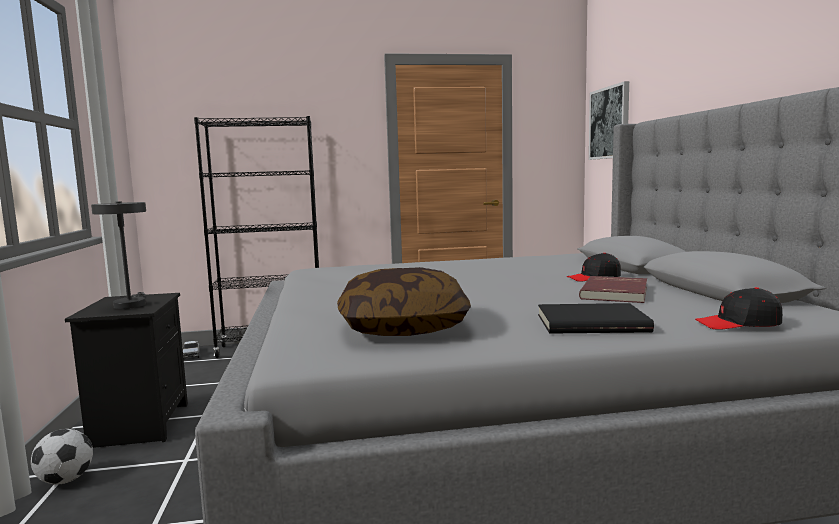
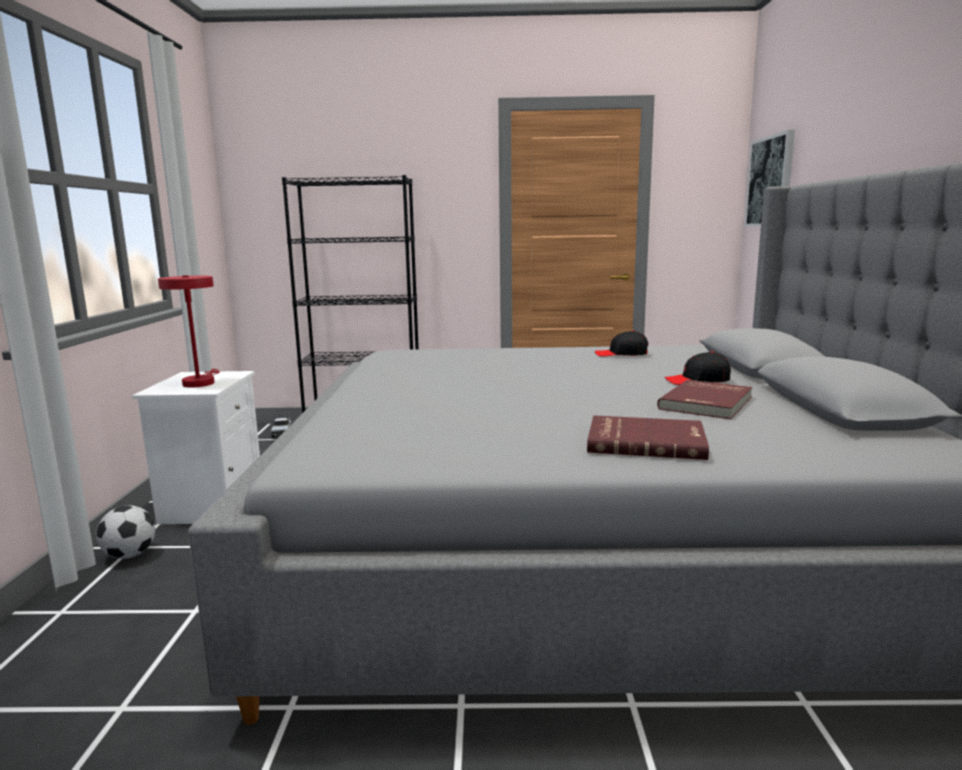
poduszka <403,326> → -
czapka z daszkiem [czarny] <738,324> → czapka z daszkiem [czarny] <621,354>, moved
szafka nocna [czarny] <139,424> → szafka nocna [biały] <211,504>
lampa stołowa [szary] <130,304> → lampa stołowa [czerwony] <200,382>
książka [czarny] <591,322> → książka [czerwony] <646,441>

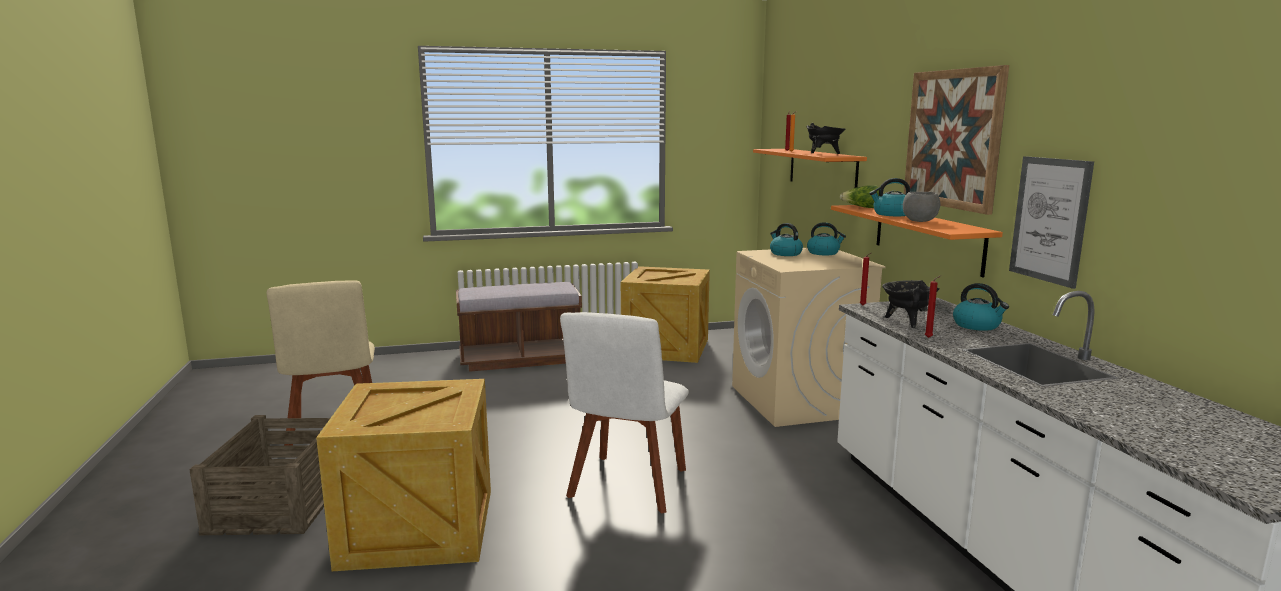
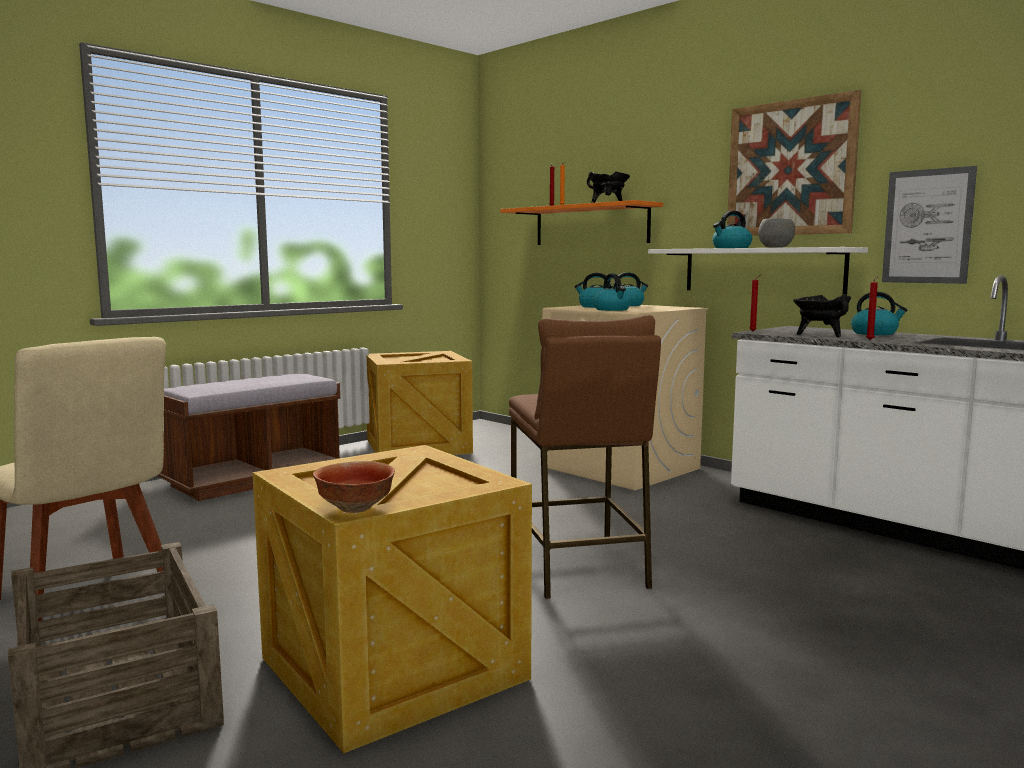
sałata <861,207> → -
- → miska <357,508>
- → czajnik <612,309>
krzesło [biały] <627,486> → stołek [brązowy] <577,567>
półka [pomarańczowy] <927,237> → półka [biały] <762,270>

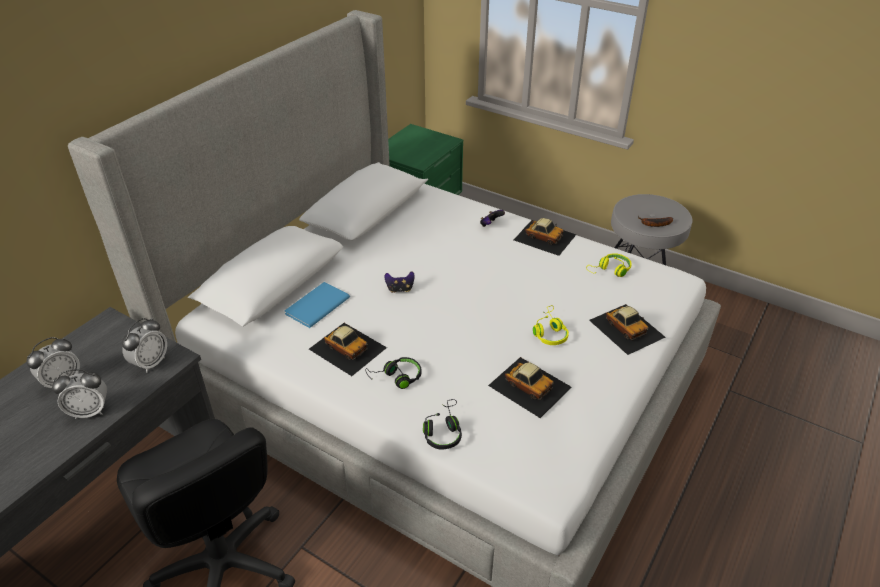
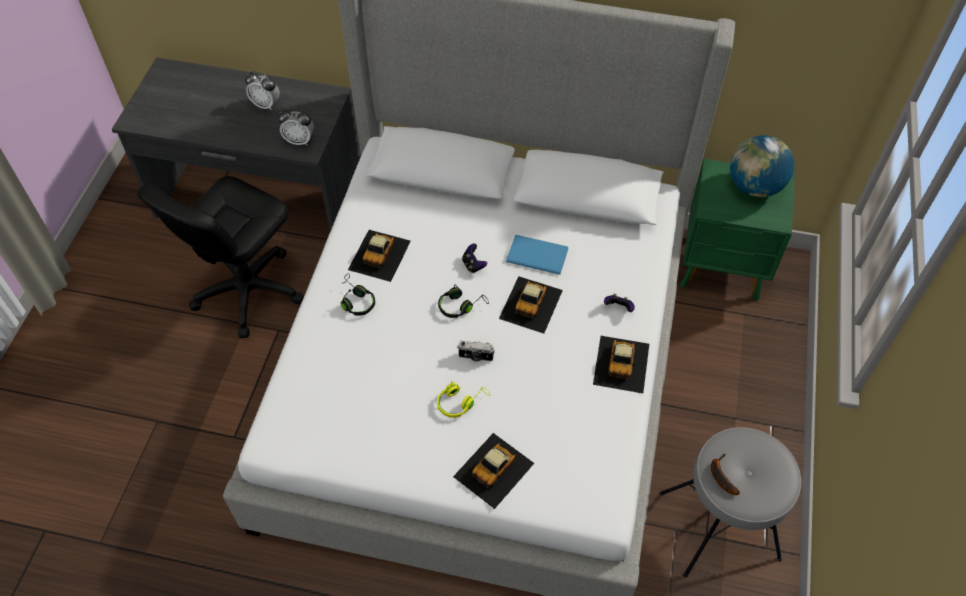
budzik <90,411> → -
słuchawki [żółty] <610,270> → -
- → aparat fotograficzny <475,357>
- → globus <754,187>
książka [niebieski] <315,306> → książka [niebieski] <536,254>, moved
słuchawki [czarny] <443,431> → słuchawki [czarny] <461,305>, moved
samochodzik <529,385> → samochodzik <531,304>, moved

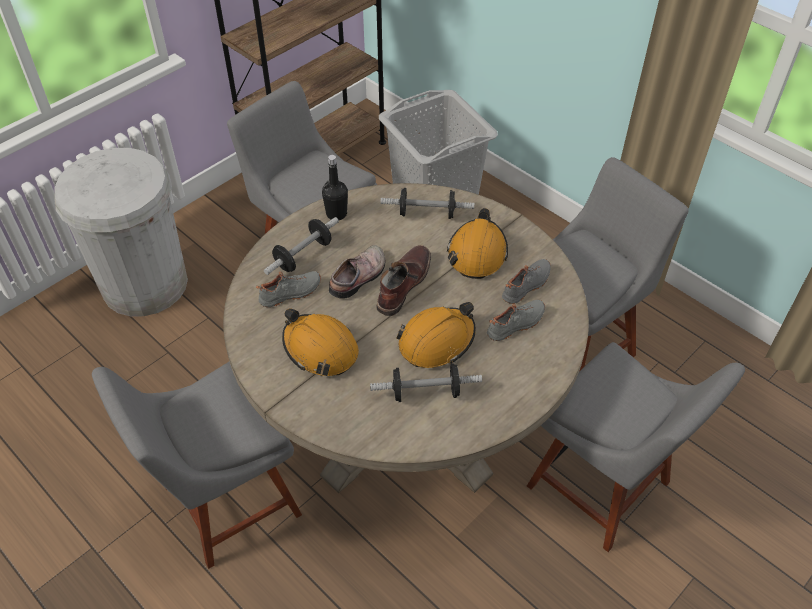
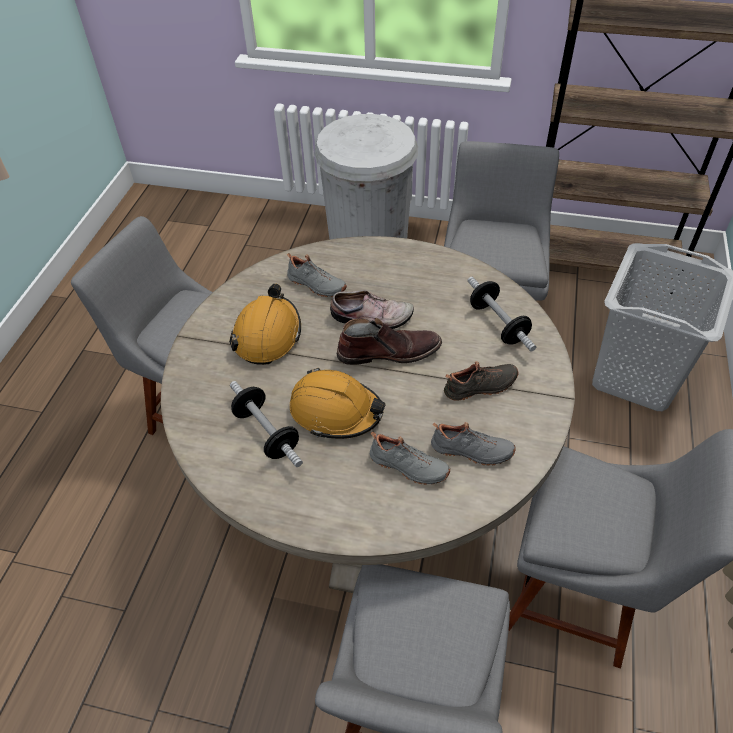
hantel <303,255> → -
butelka [czarny] <336,214> → -
kask [pomarańczowy] <477,253> → but [czarny] <481,387>

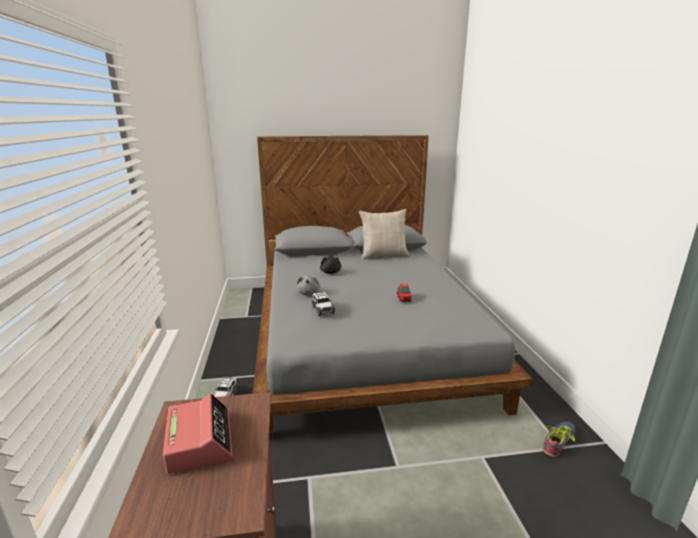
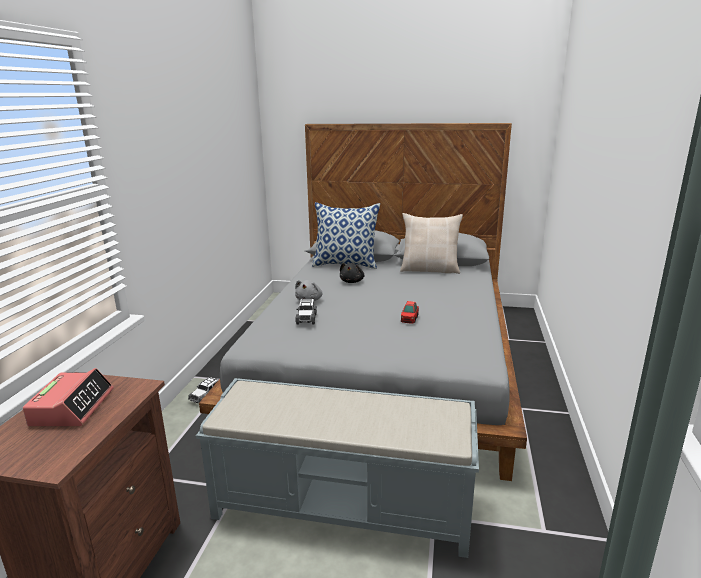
but <558,441> → -
- → ławka [szary] <344,505>
- → poduszka <346,264>

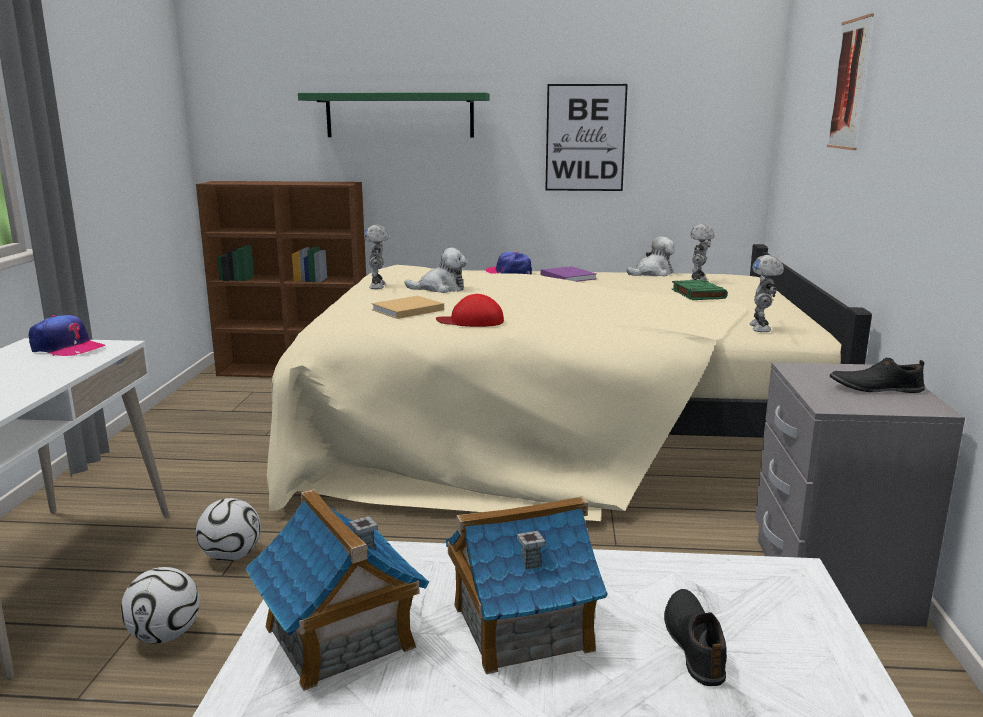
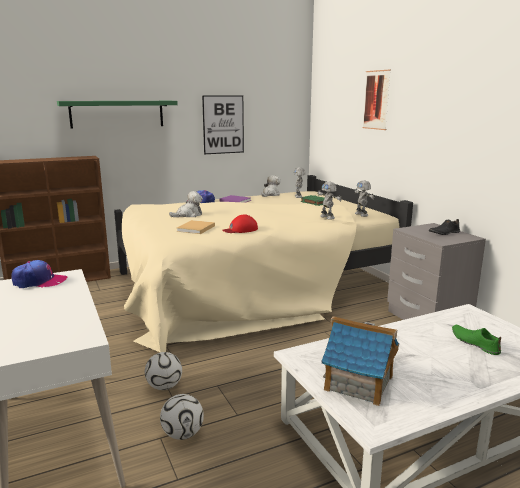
domek <520,627> → -
robot zabawkowy <378,286> → robot zabawkowy <327,217>, moved
but [czarny] <695,643> → but [zielony] <474,343>

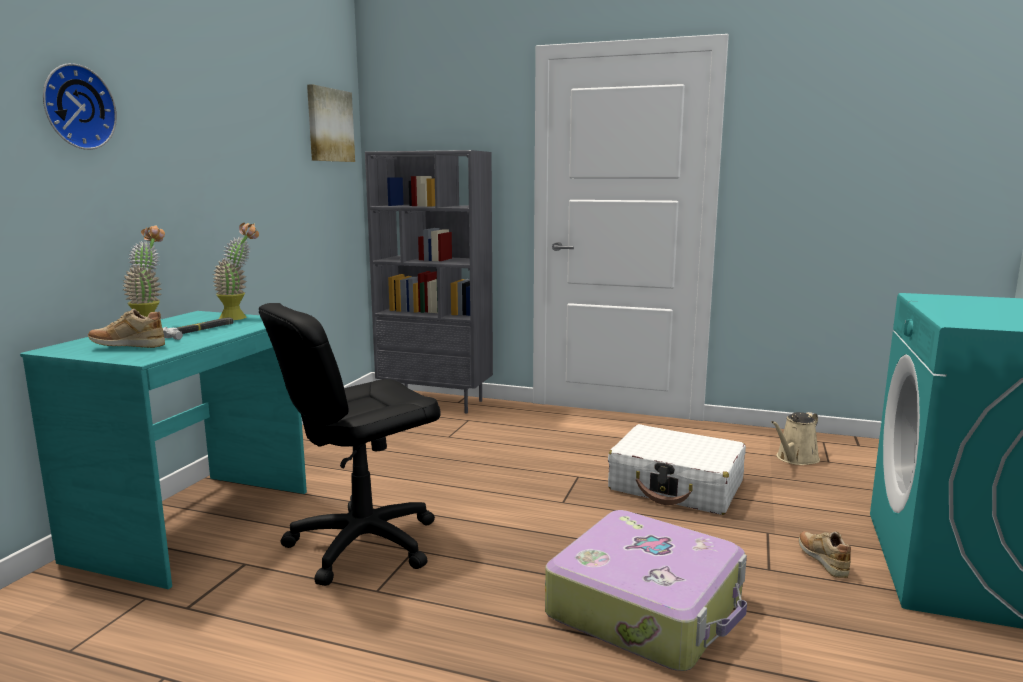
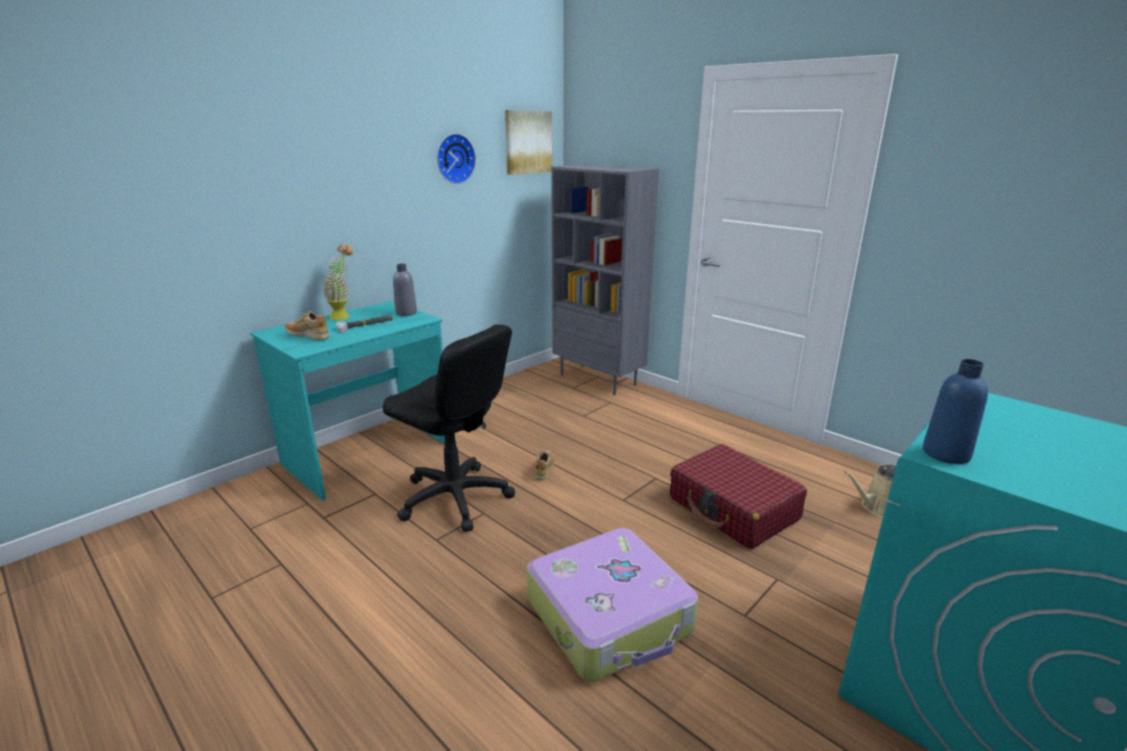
- → butelka [niebieski] <946,454>
zegar ścienny <76,107> → zegar ścienny <454,158>, moved
but [beżowy] <822,561> → but [beżowy] <544,469>, moved
roślina doniczkowa <240,317> → butelka [szary] <406,313>
walizka [biały] <676,486> → walizka [czerwony] <733,509>
krzesło biurowe [czarny] <363,544> → krzesło biurowe [czarny] <454,498>, 135 degrees counterclockwise

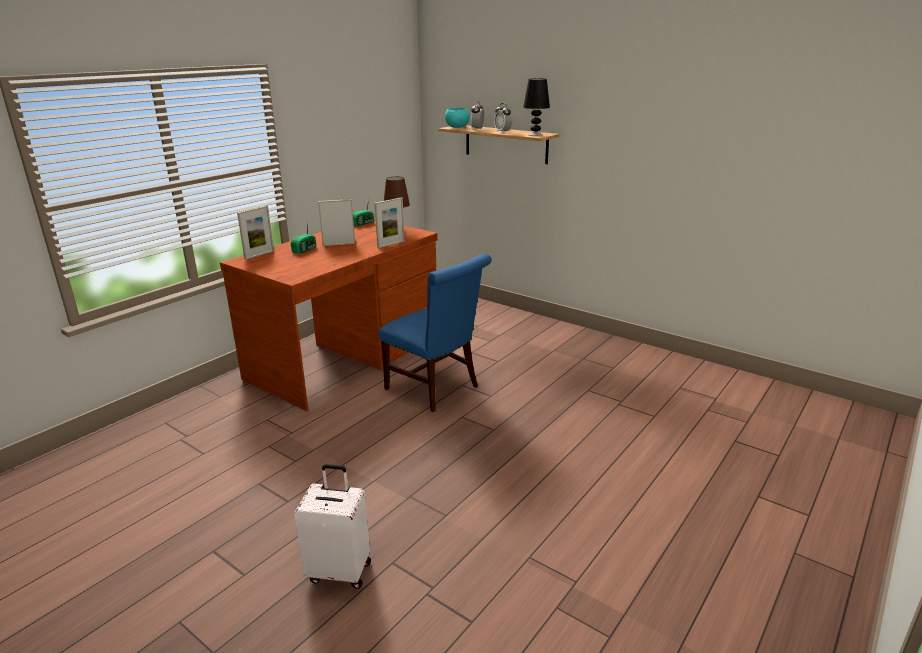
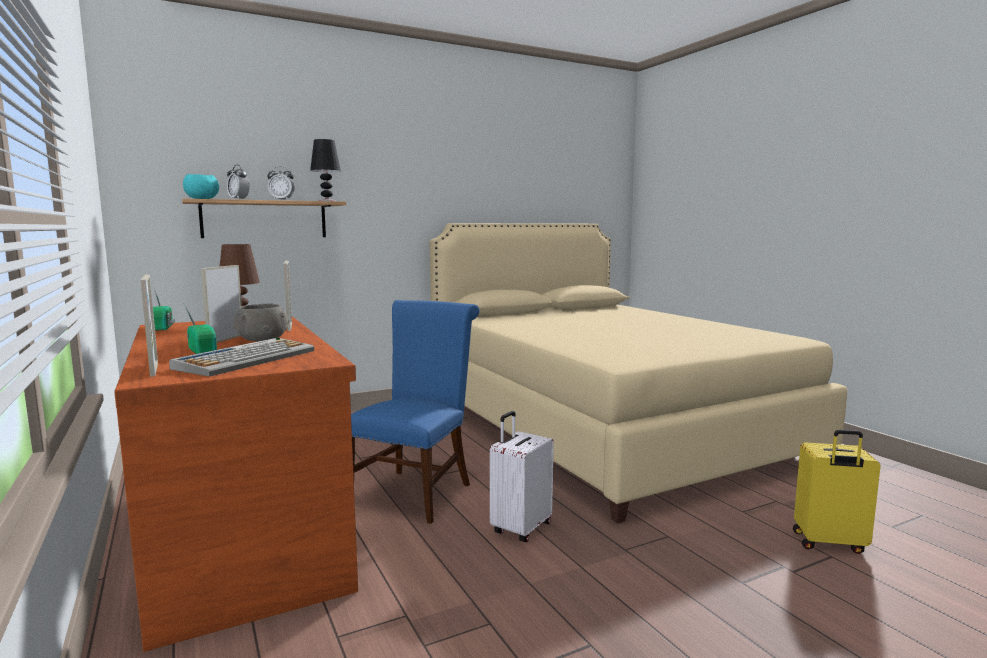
- → klawiatura <247,359>
- → miska [szary] <262,339>
- → łóżko [beżowy] <605,427>
- → walizka [żółty] <829,543>
walizka [biały] <340,571> → walizka [biały] <520,528>, moved
krzesło [niebieski] <436,389> → krzesło [niebieski] <415,491>, 45 degrees counterclockwise

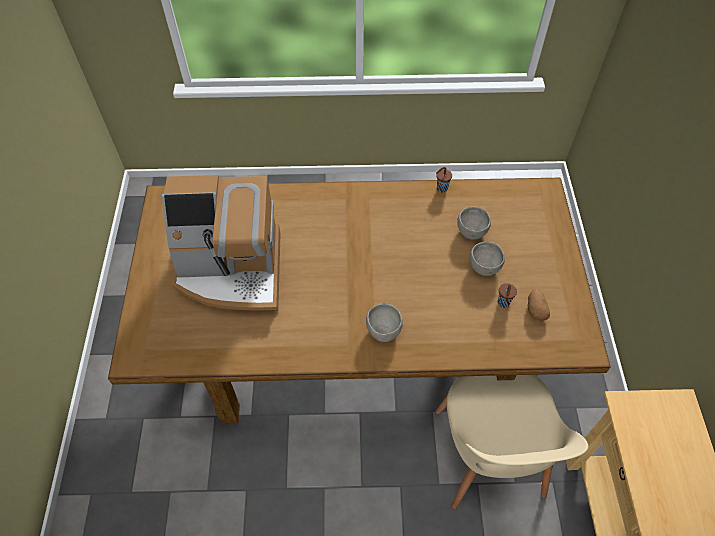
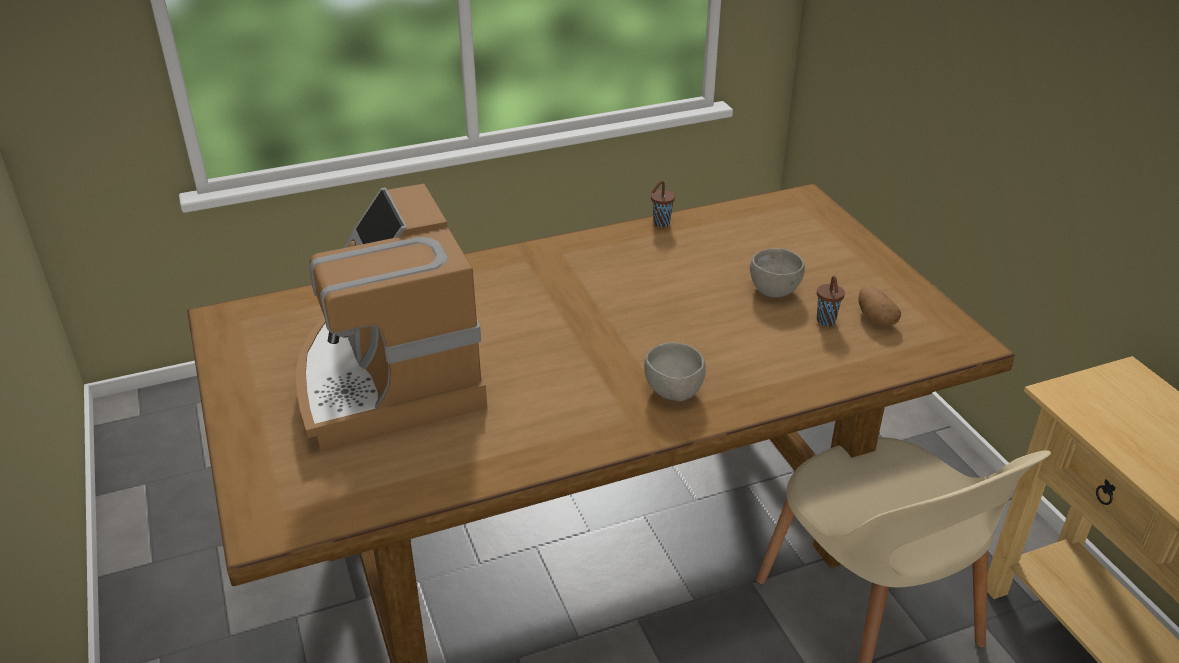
miska [szary] <472,231> → -
ekspres do kawy <231,271> → ekspres do kawy <388,378>, 90 degrees clockwise

